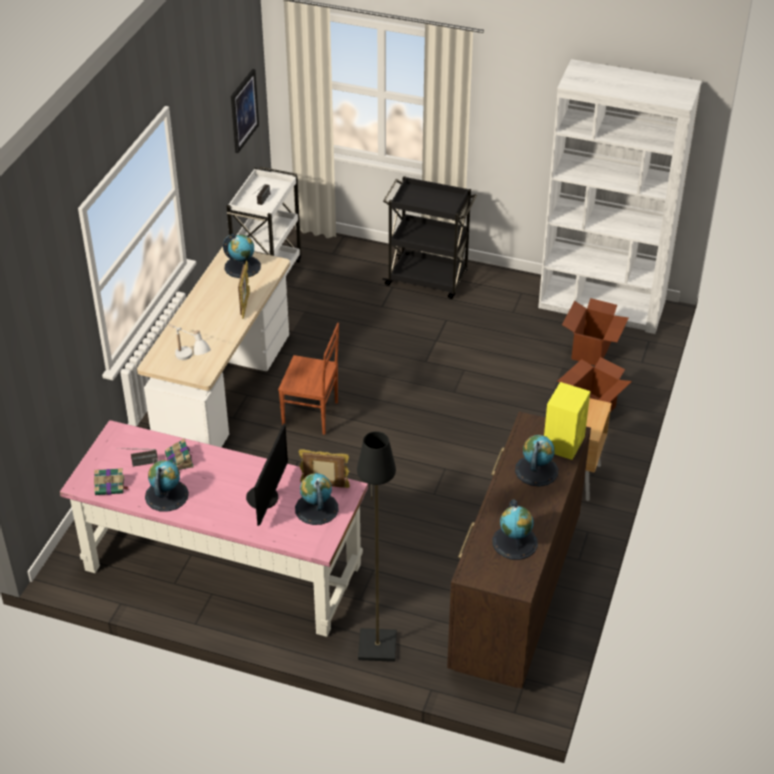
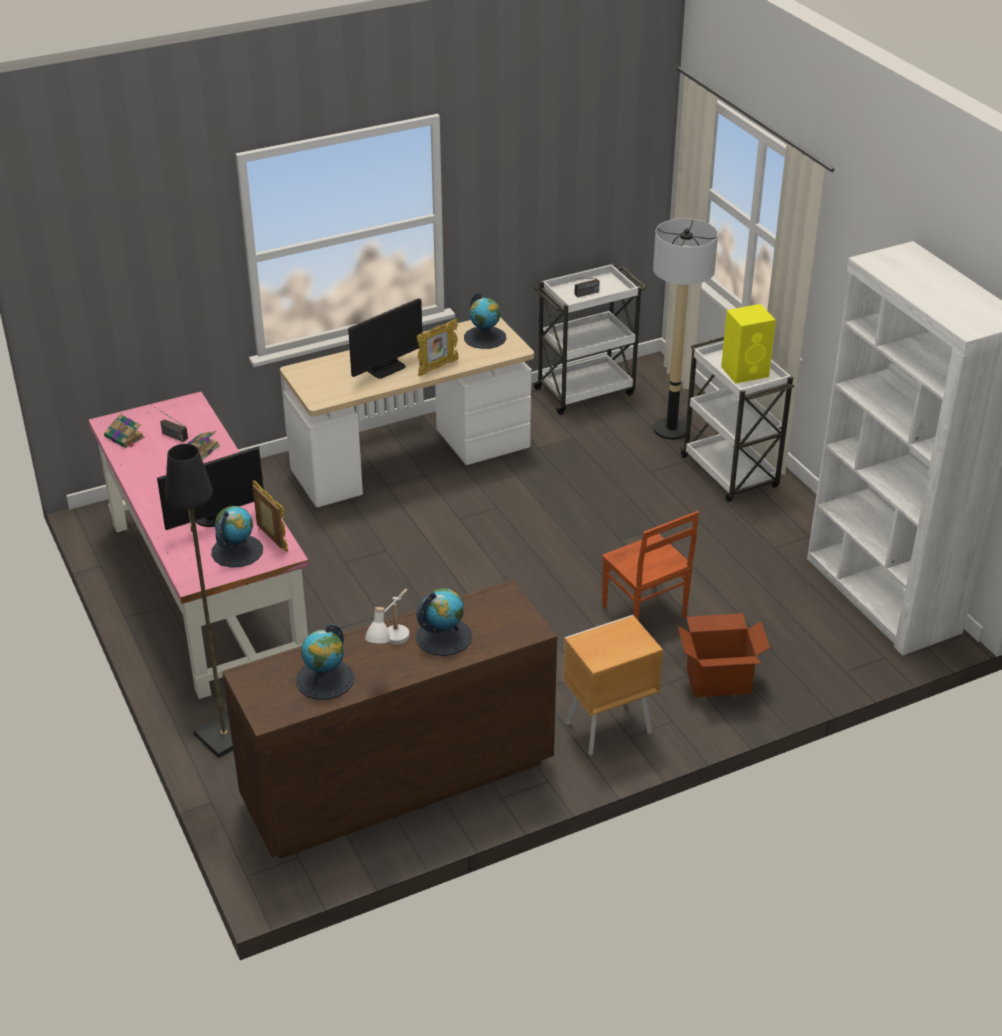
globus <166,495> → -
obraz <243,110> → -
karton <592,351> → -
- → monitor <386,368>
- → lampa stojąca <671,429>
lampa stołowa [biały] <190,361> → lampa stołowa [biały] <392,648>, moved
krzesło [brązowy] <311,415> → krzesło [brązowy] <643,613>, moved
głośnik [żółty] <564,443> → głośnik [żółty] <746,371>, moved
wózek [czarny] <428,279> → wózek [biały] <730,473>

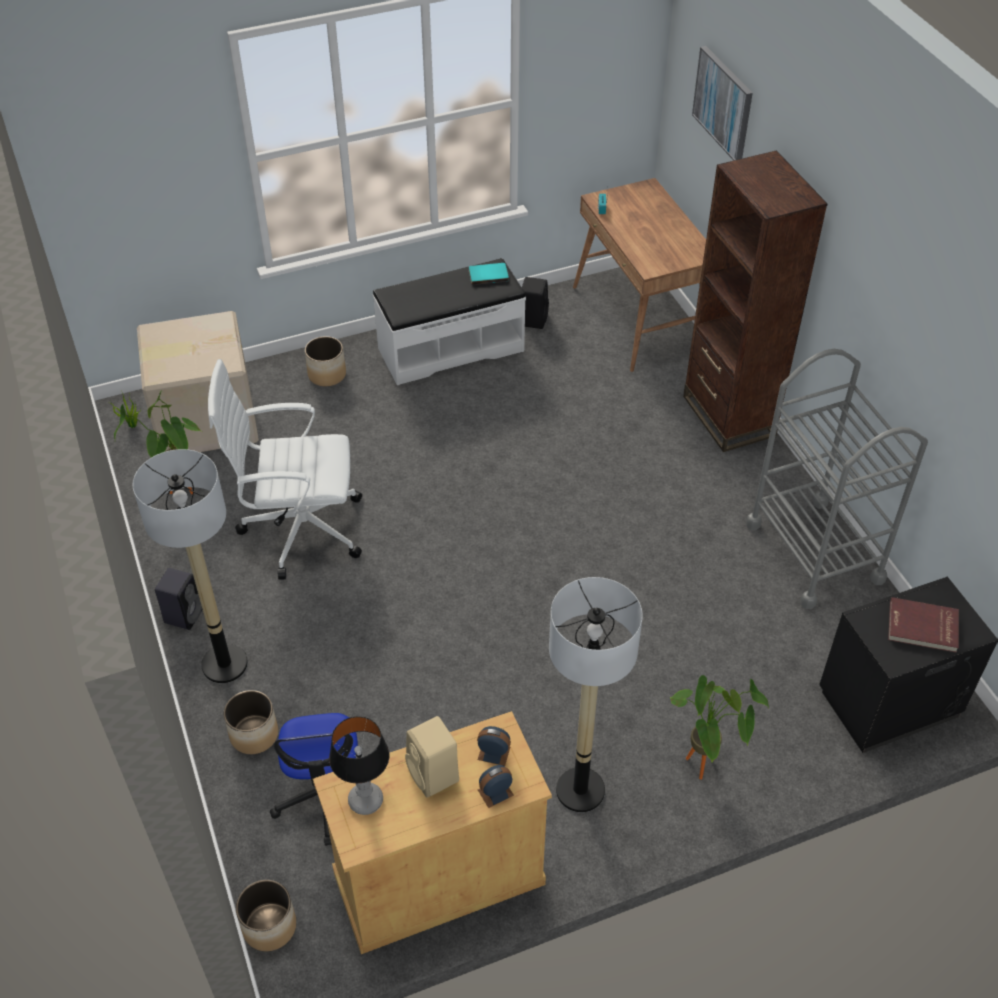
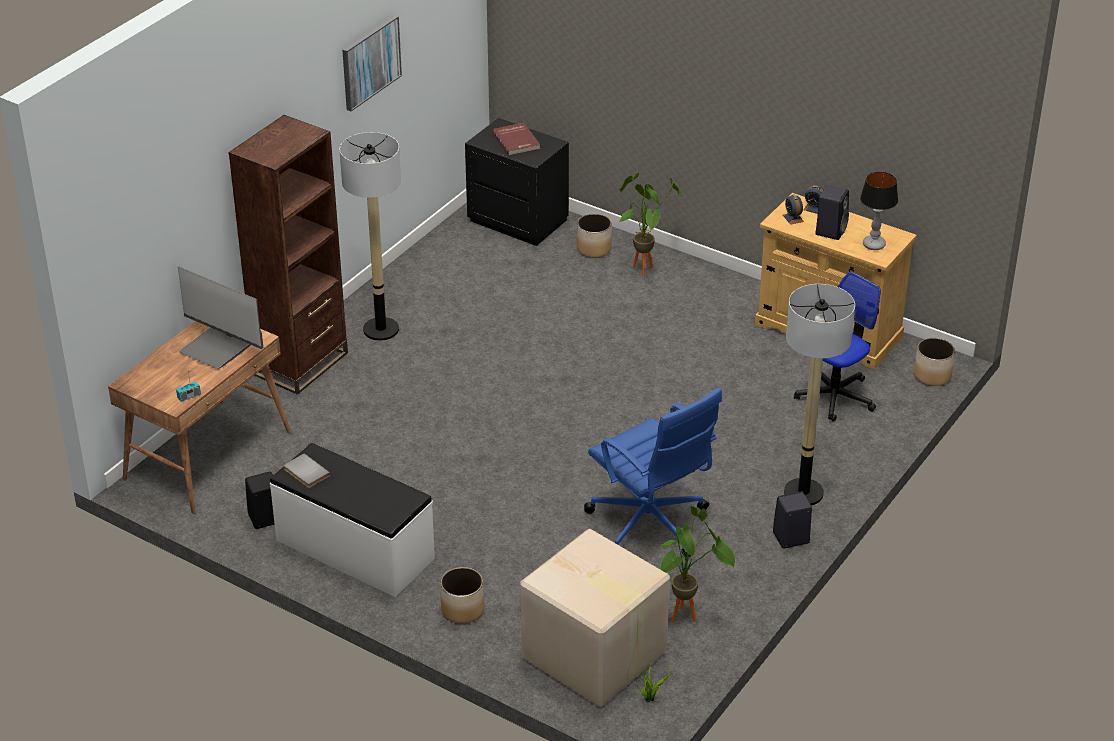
wózek [szary] <814,552> → -
- → monitor <216,348>
donica <254,735> → donica <594,249>, moved
lampa stojąca <580,790> → lampa stojąca <381,329>, moved
obraz <723,103> → obraz <370,62>, moved
krzesło biurowe [biały] <299,529> → krzesło biurowe [niebieski] <650,525>
głośnik [beżowy] <434,775> → głośnik [czarny] <831,230>
książka [turkusowy] <488,274> → książka [szary] <305,473>

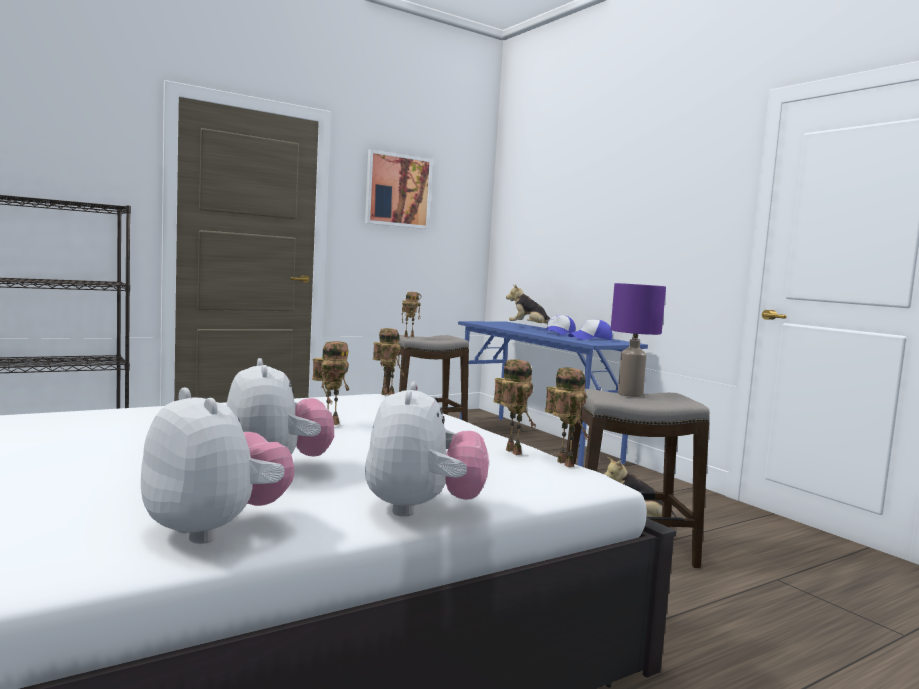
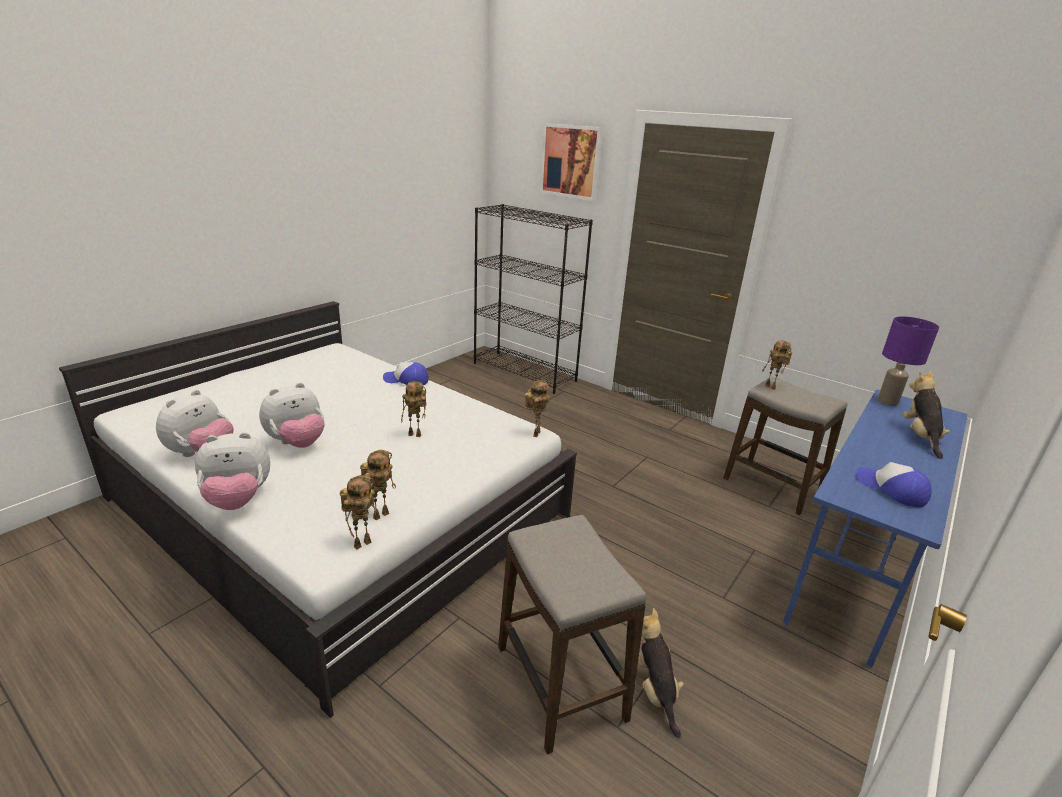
obraz <398,190> → obraz <571,161>, moved
czapka z daszkiem <558,333> → czapka z daszkiem <406,380>, moved
lampa stołowa [fioletowy] <630,394> → lampa stołowa [fioletowy] <888,402>, moved

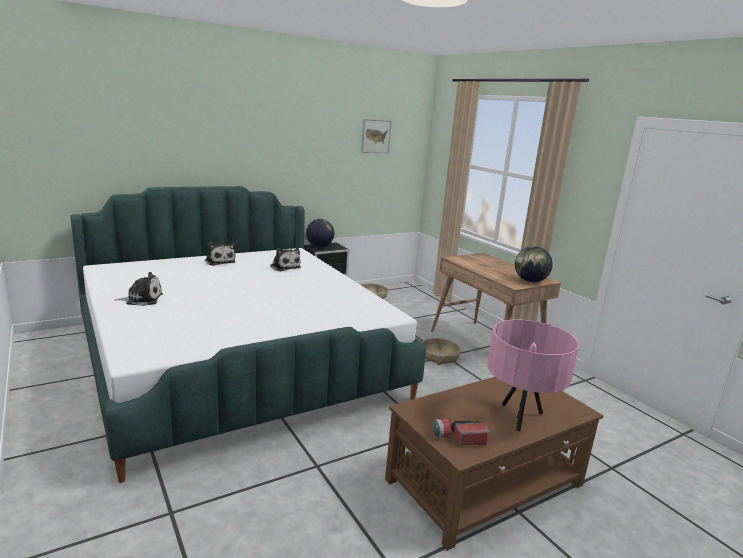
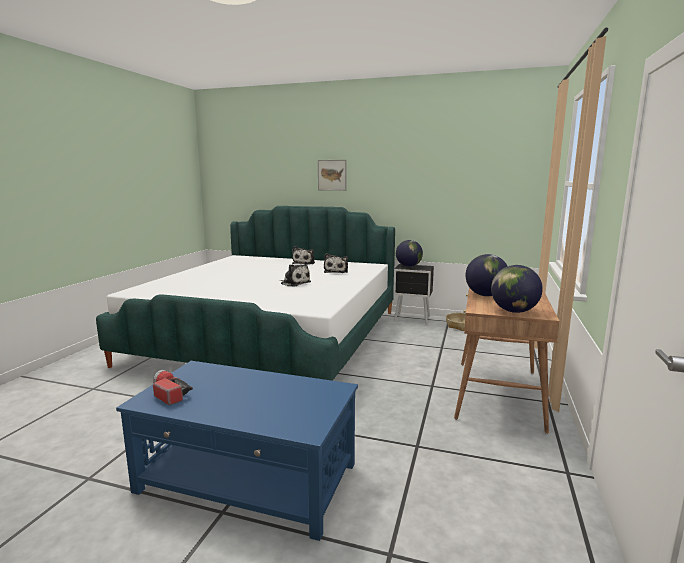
koszyk <439,356> → -
lampa stołowa [różowy] <519,419> → -
- → globus <486,295>
pluszak <142,299> → pluszak <294,283>, moved
obraz <376,136> → obraz <332,175>, moved
ława [brązowy] <486,482> → ława [niebieski] <248,478>

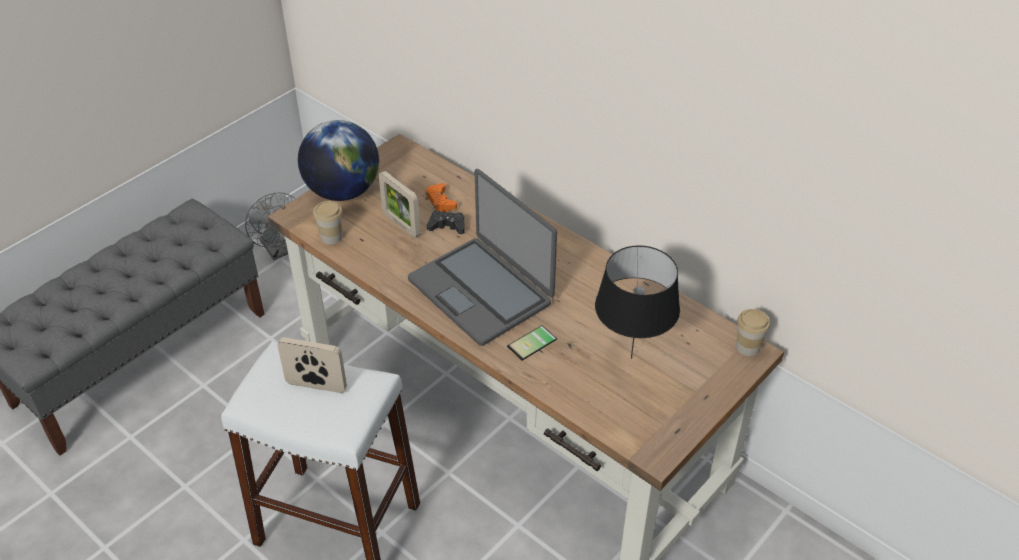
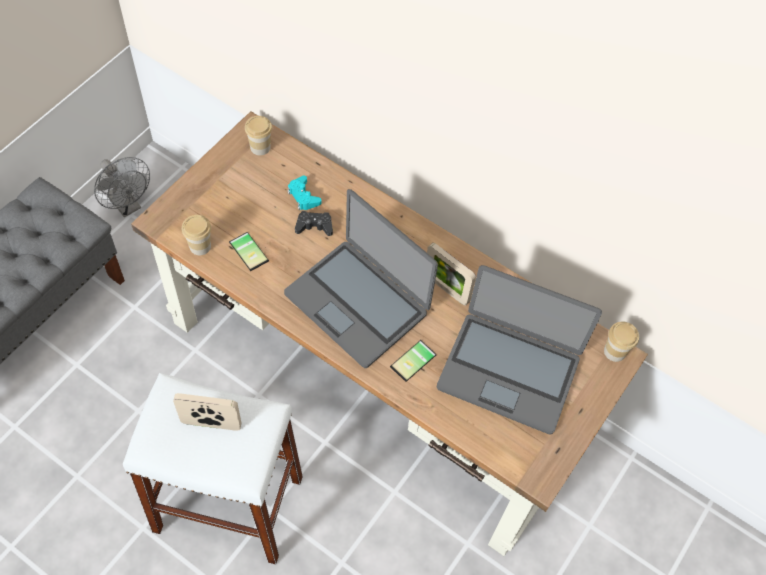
globus <343,191> → -
- → telefon <251,250>
- → filiżanka <260,147>
ramka na zdjęcie <401,225> → ramka na zdjęcie <446,288>, moved
lampa stołowa [czarny] <632,358> → laptop <509,371>
pad do gier [pomarańczowy] <440,202> → pad do gier [turkusowy] <303,196>

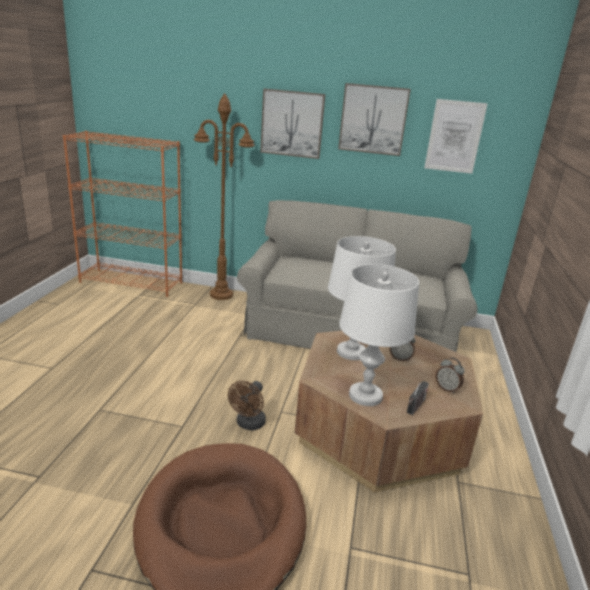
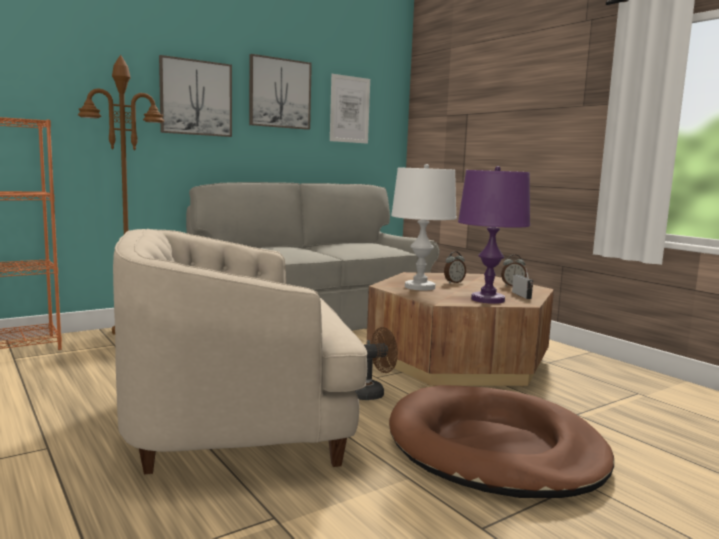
- → fotel [beżowy] <238,421>
lampa stołowa [biały] <365,395> → lampa stołowa [fioletowy] <487,299>
wentylator [brązowy] <248,424> → wentylator [brązowy] <372,393>, 90 degrees counterclockwise

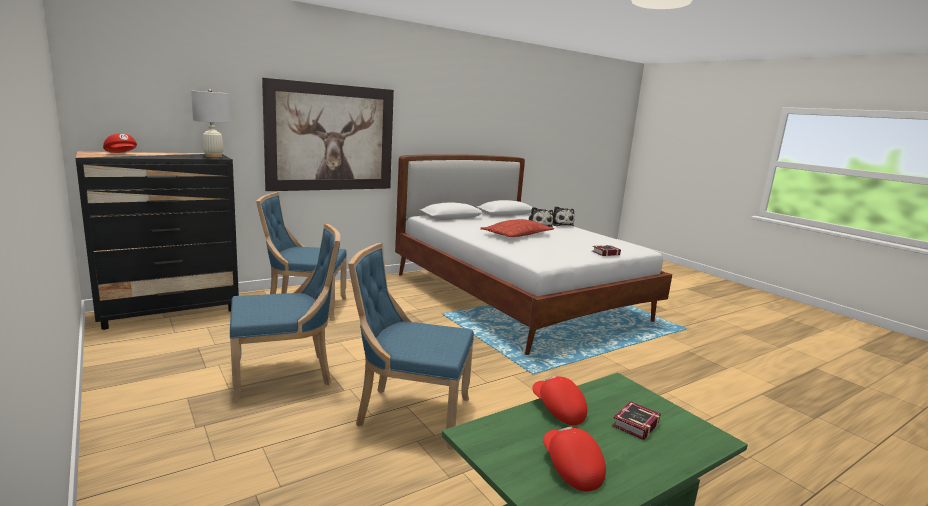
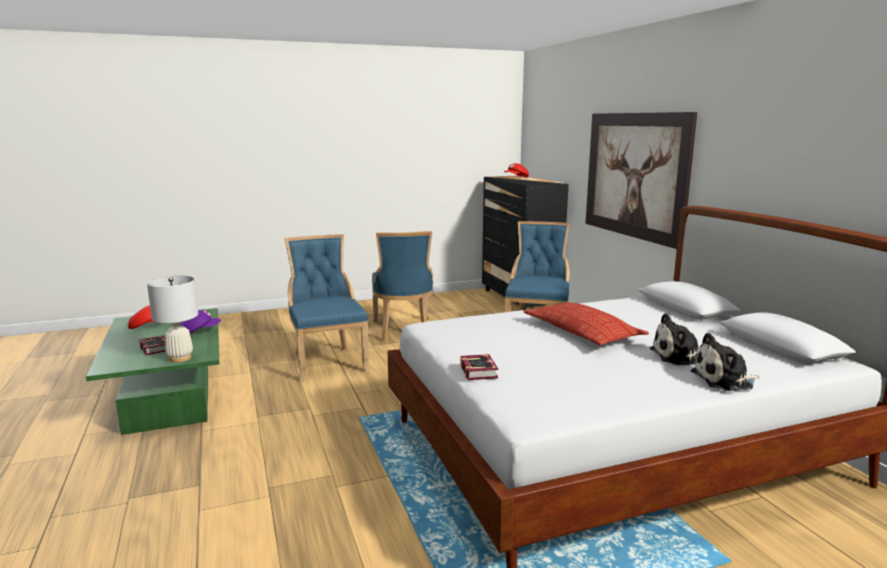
lampa stołowa [biały] <213,156> → lampa stołowa [biały] <180,358>, moved
czapka z daszkiem [czerwony] <557,410> → czapka z daszkiem [fioletowy] <199,332>
krzesło [niebieski] <409,413> → krzesło [niebieski] <327,362>, 45 degrees counterclockwise

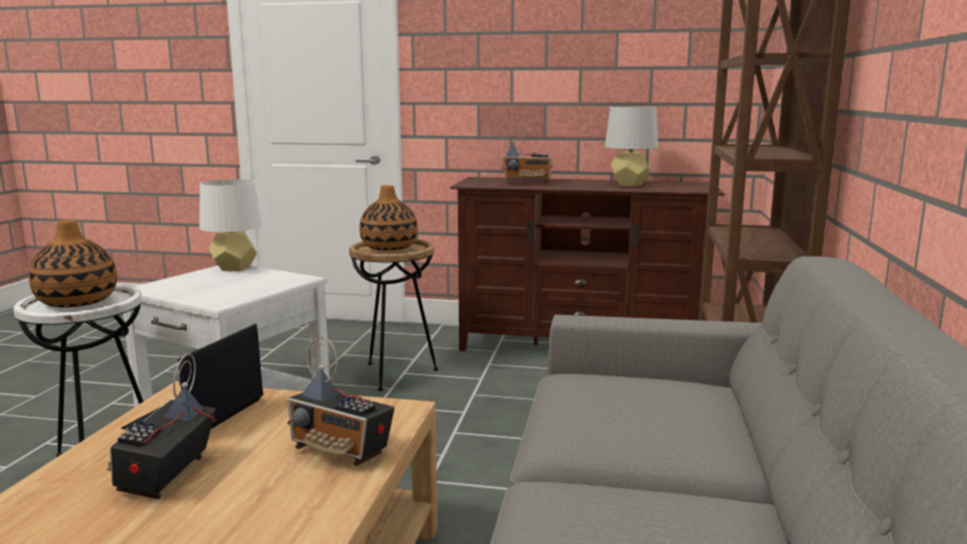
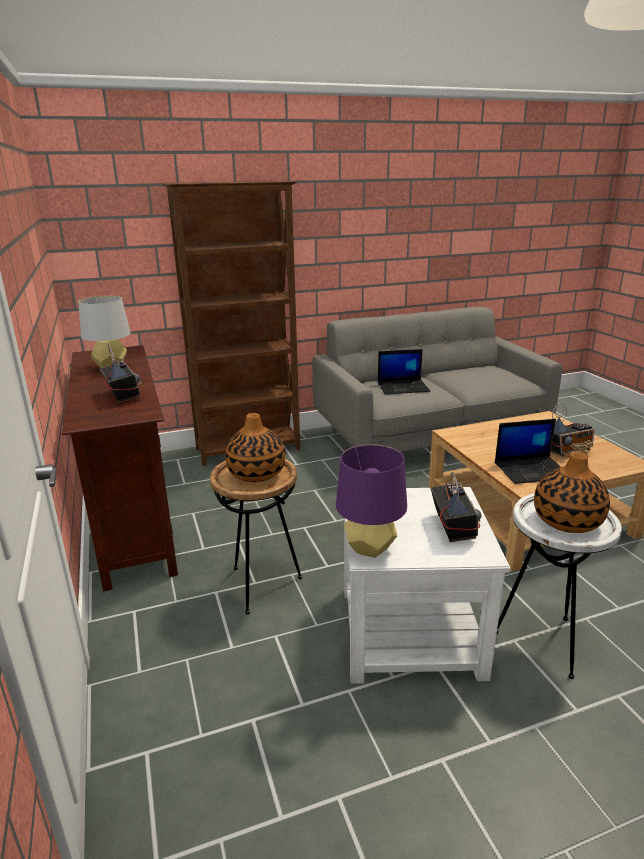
- → laptop <403,387>
radio <341,451> → radio <453,527>, moved
lampa stołowa [biały] <234,268> → lampa stołowa [fioletowy] <370,548>

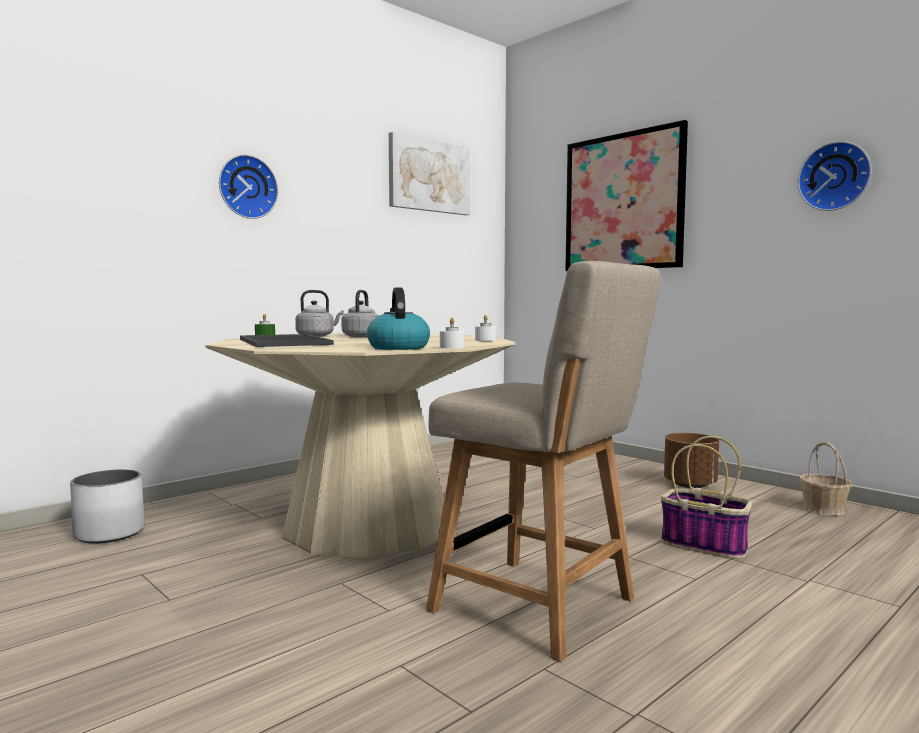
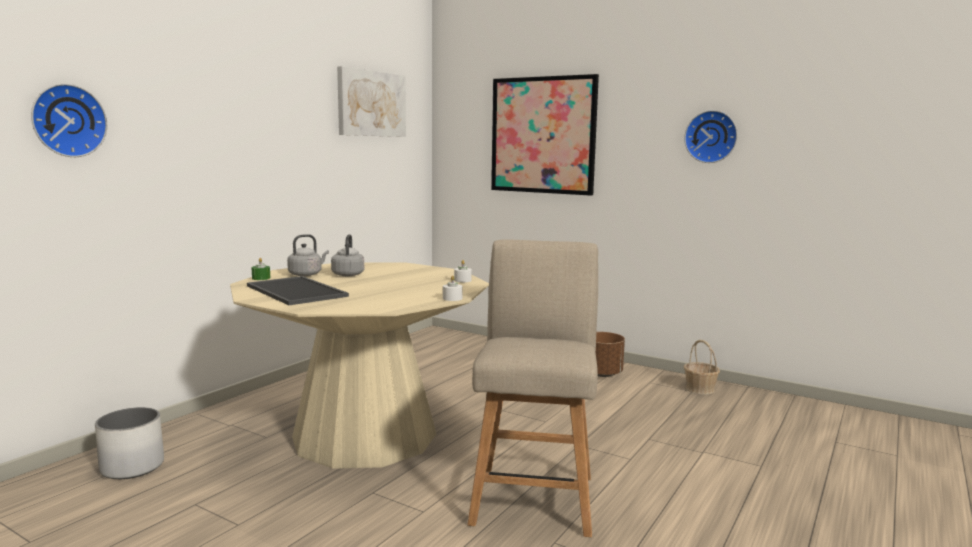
czajnik <398,347> → -
koszyk <705,545> → -
zegar ścienny <246,187> → zegar ścienny <67,121>, moved
krzesło [beżowy] <541,607> → krzesło [beżowy] <534,495>, 105 degrees counterclockwise

